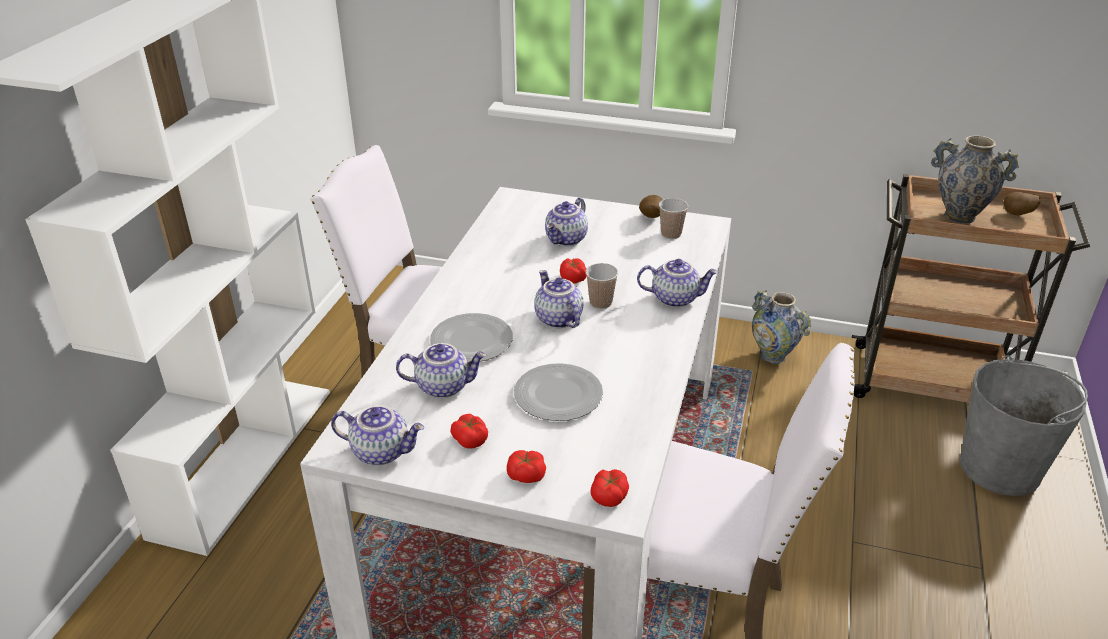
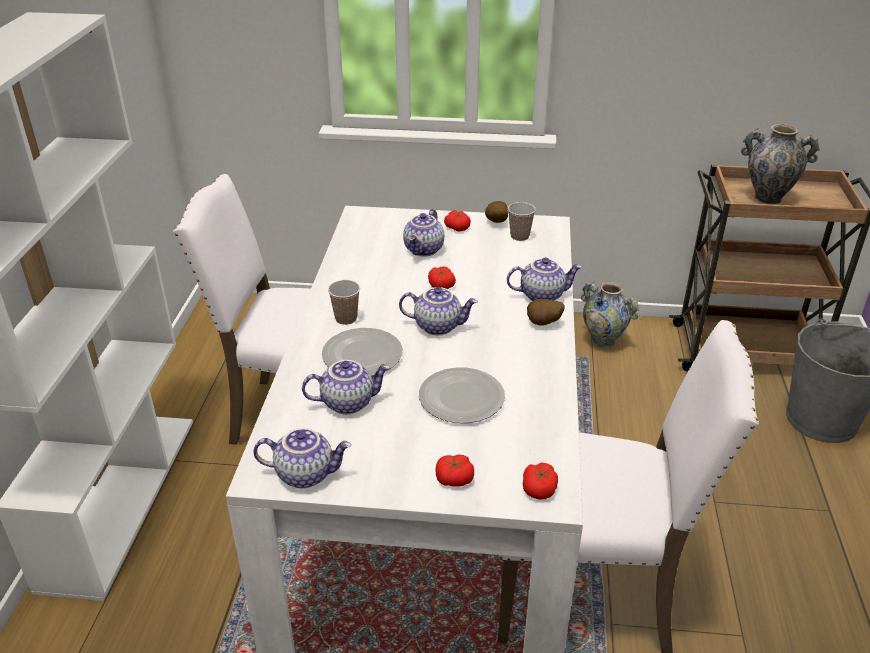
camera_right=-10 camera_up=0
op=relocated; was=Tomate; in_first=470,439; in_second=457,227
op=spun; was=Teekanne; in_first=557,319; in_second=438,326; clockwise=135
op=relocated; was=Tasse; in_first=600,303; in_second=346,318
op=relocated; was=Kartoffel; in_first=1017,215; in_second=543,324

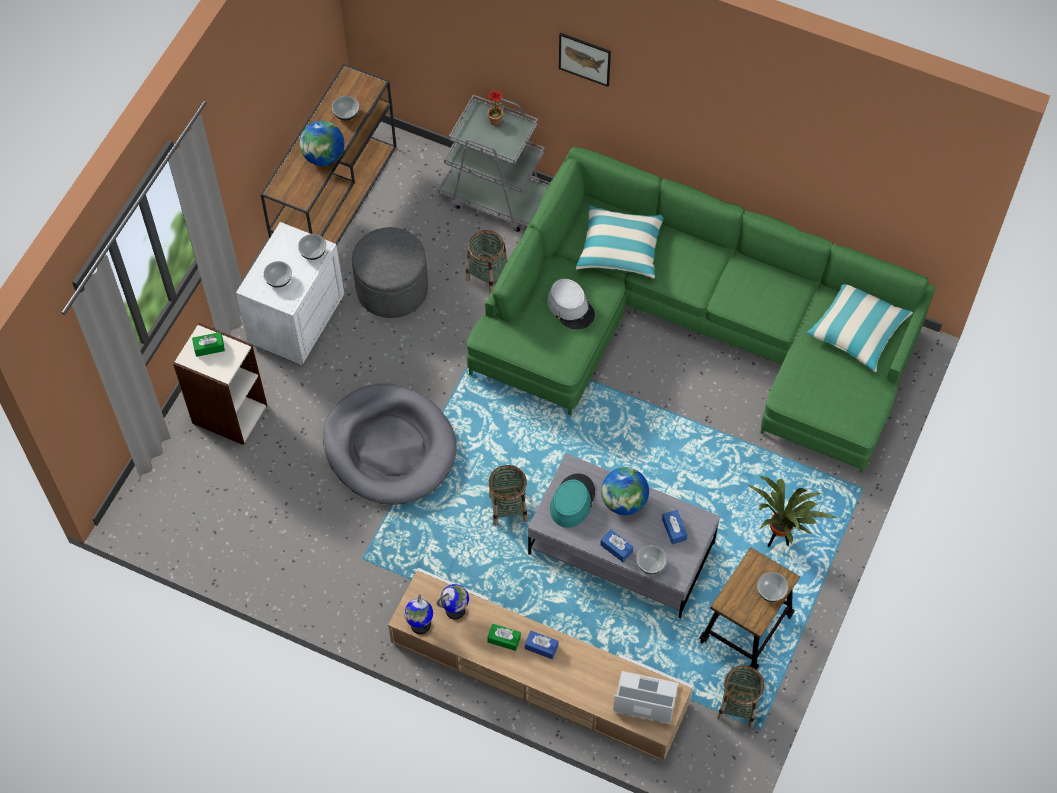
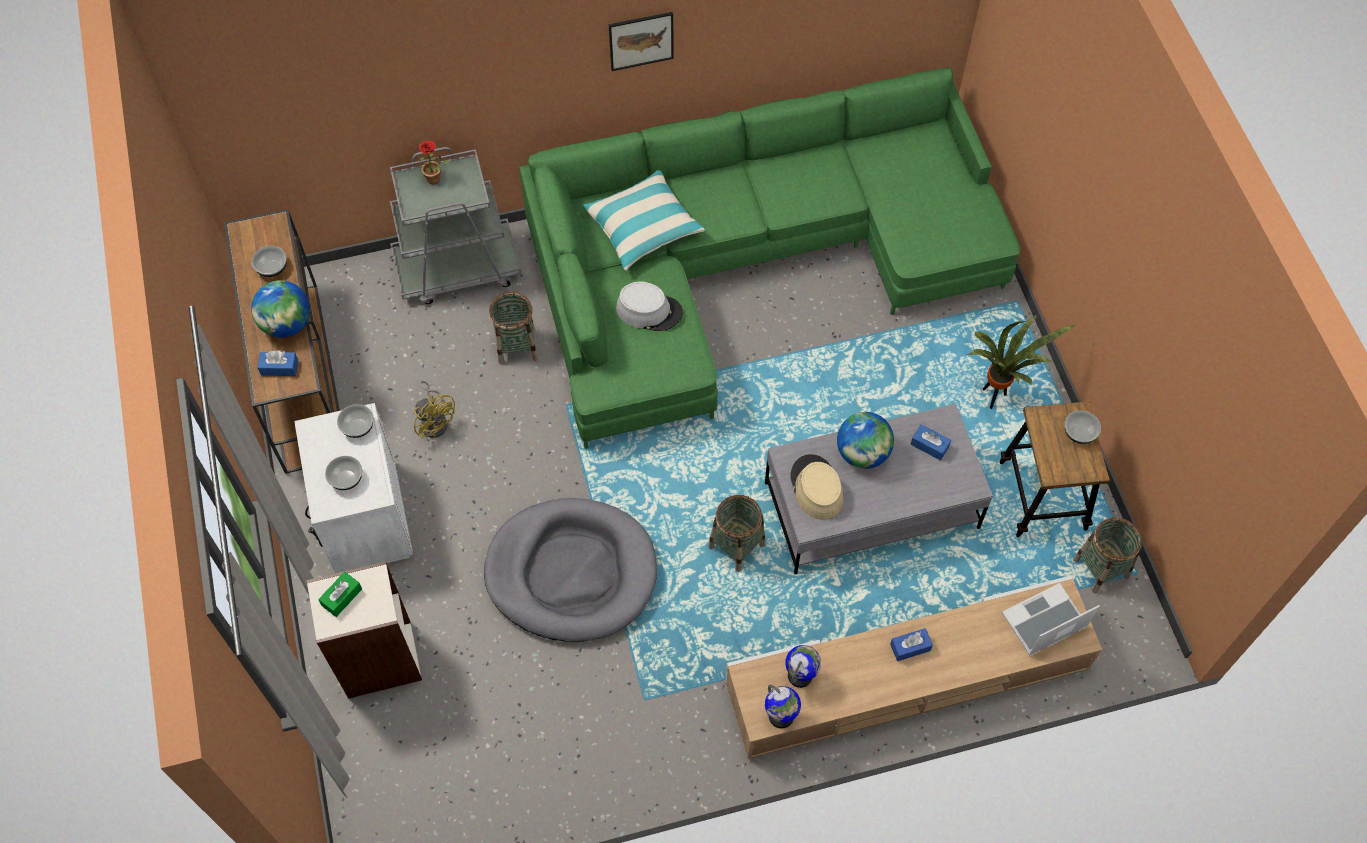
camera_right=-40 camera_up=0
op=exchanged; was=Polsterhocker/grau; now=Ventilator/gelb; in_first=392,288; in_second=435,421
op=missing; was=Taschentuchbox/grün; in_first=504,639
op=colour; was=Hut/türkis; now=Hut/beige; in_first=572,501; in_second=816,488
op=relocated; was=Bild; in_first=584,59; in_second=641,40
op=relocated; was=Taschentuchbox/blau; in_first=616,548; in_second=279,368
op=missing; was=Schüssel; in_first=651,564
op=missing; was=Kissen; in_first=857,330

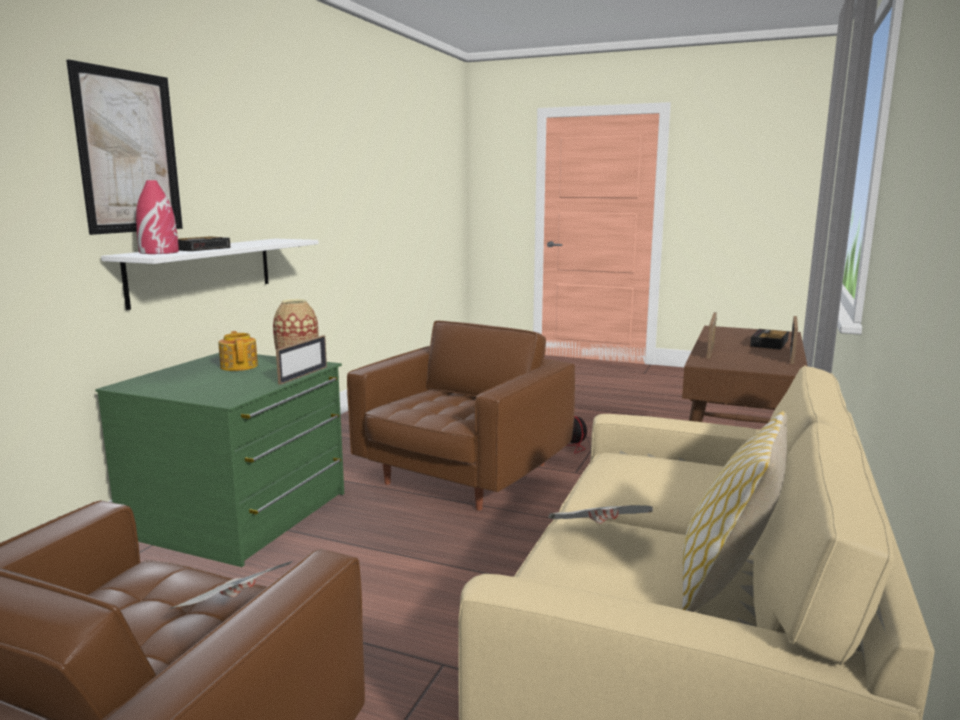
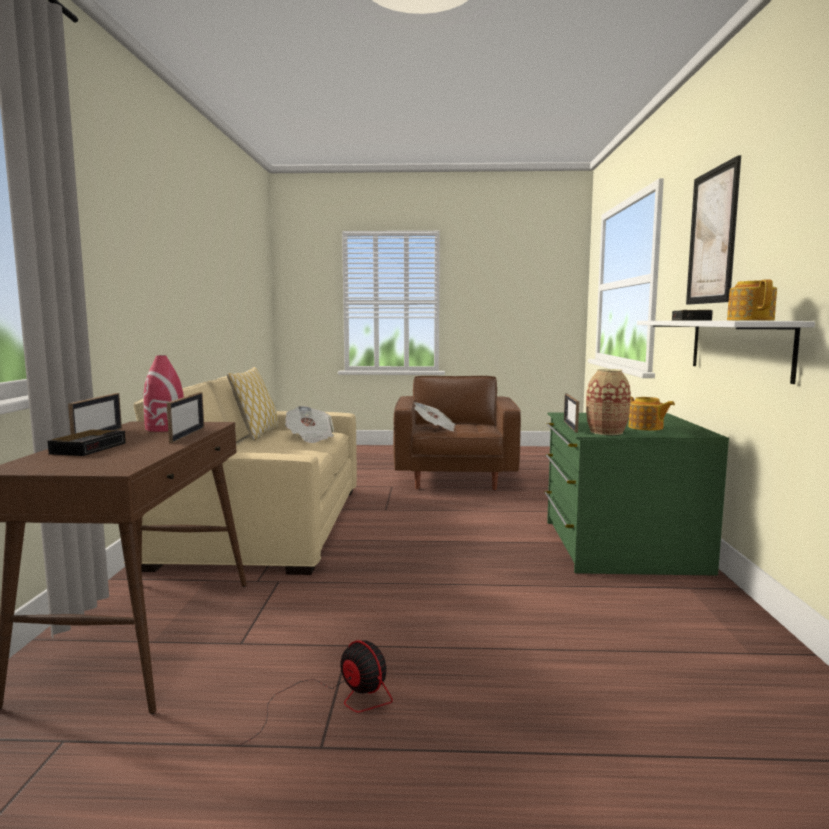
camera_right=160 camera_up=-5
op=relocated; was=Vase/rot; in_first=159,252; in_second=166,428
op=missing; was=Sessel/braun; in_first=463,476
op=appeared; now=Teekanne; in_second=750,320

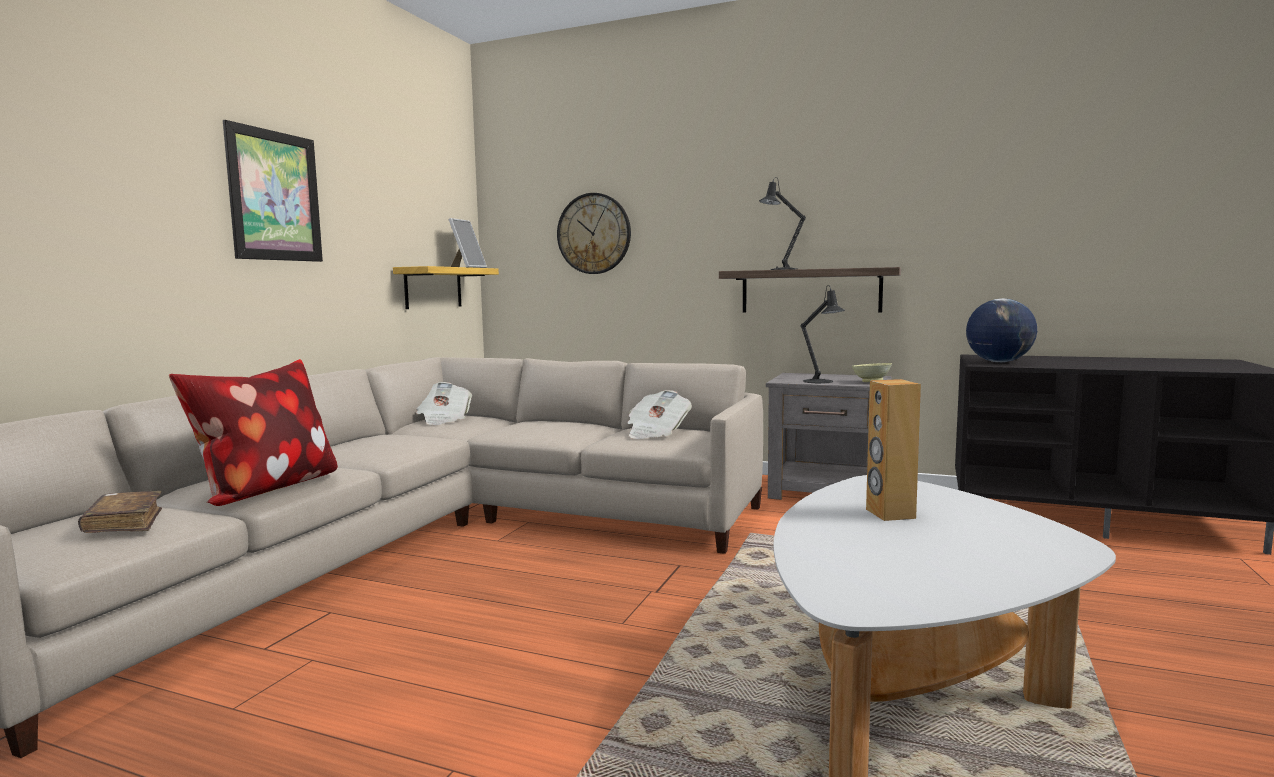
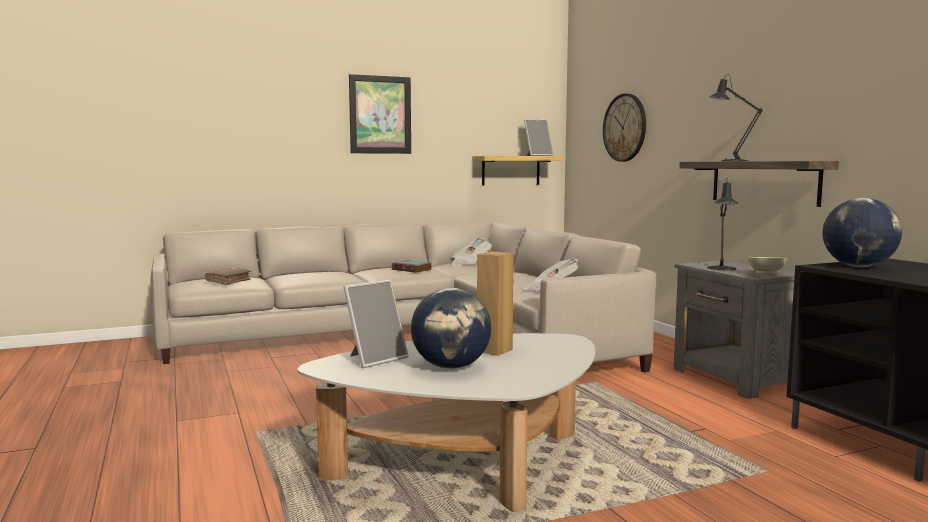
camera_right=45 camera_up=0
op=missing; was=Kissen; in_first=266,490
op=appeared; now=Bilderrahmen; in_second=375,359
op=appeared; now=Buch; in_second=412,269
op=appeared; now=Globus; in_second=451,367

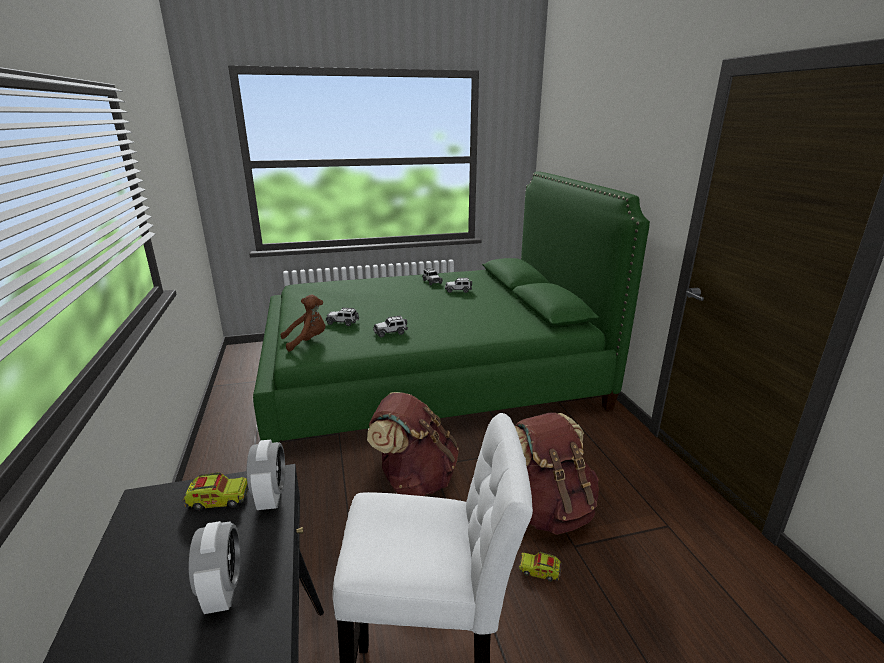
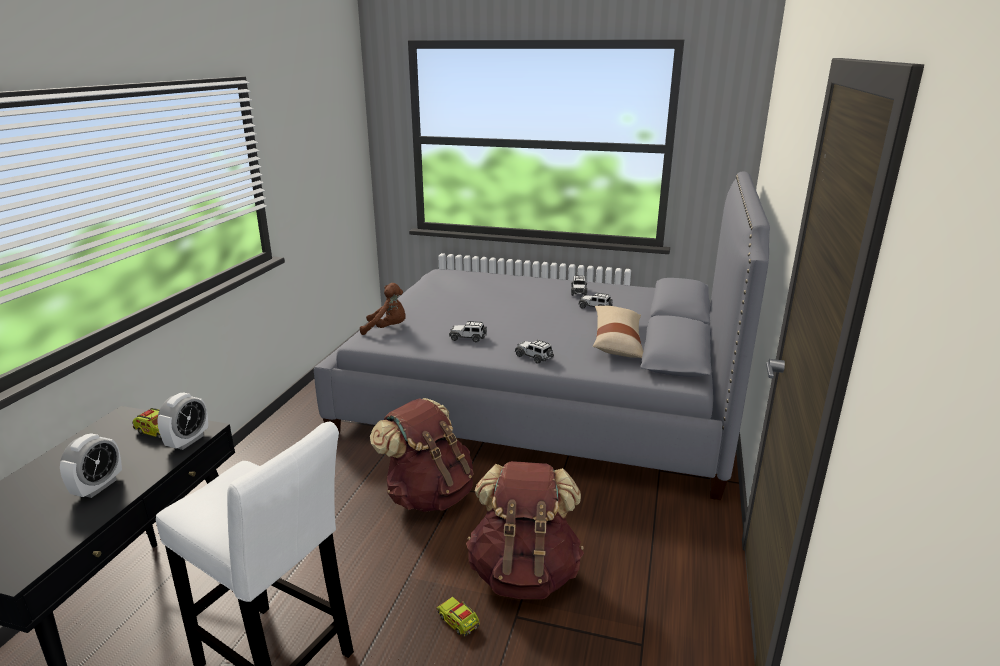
camera_right=30 camera_up=0
op=colour; was=Bett/grün; now=Bett/grau; in_first=429,374; in_second=542,397
op=relocated; was=Spielzeugauto; in_first=342,322; in_second=534,357
op=appeared; now=Kissen/beige; in_second=617,341

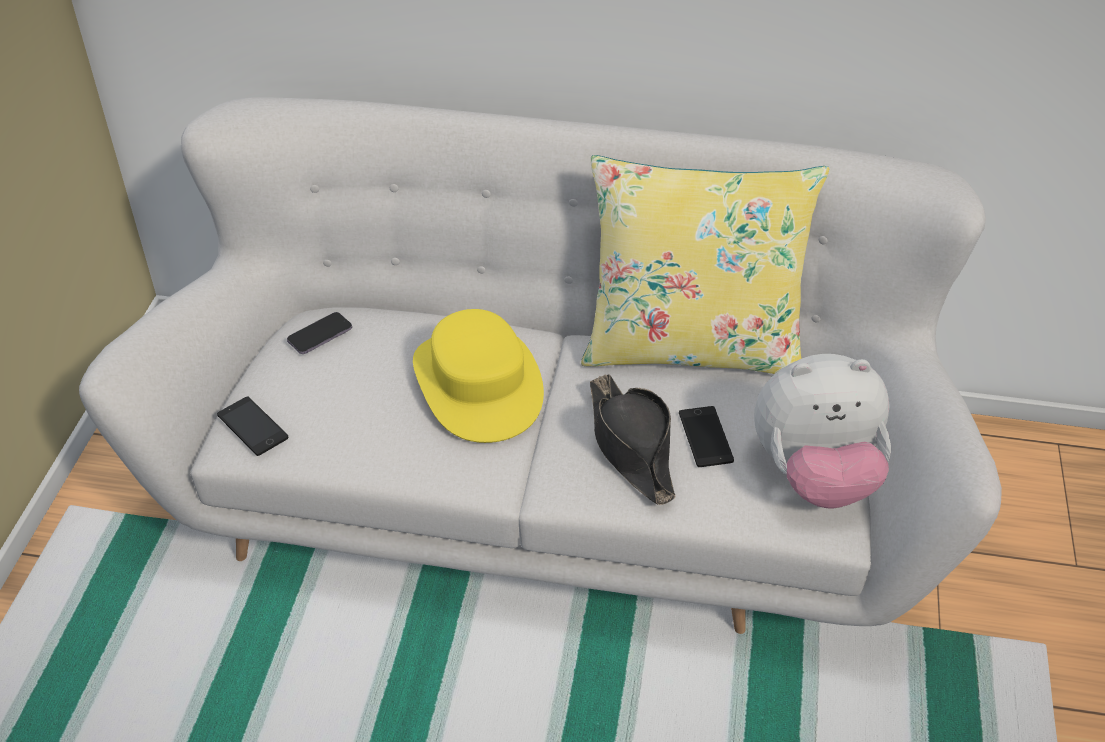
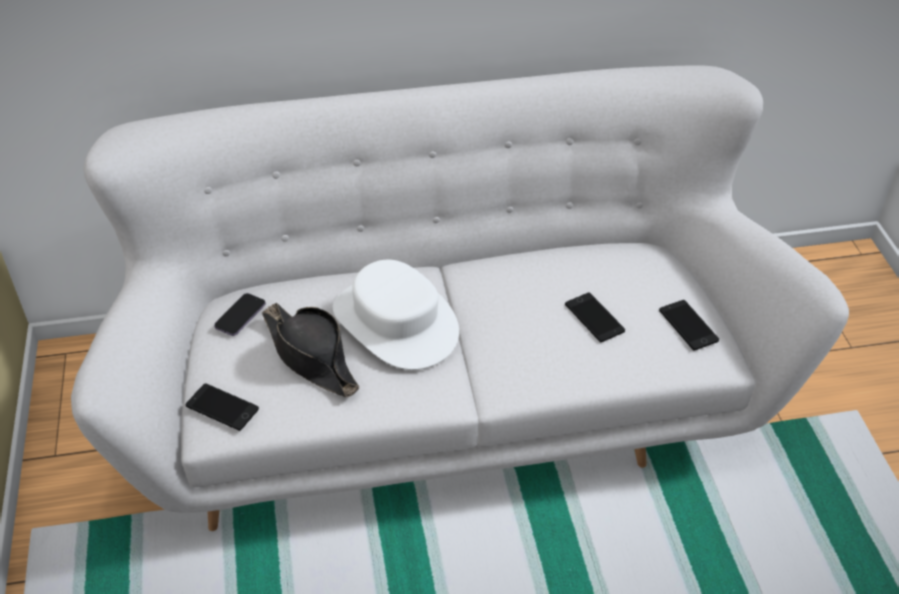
camera_right=-20 camera_up=0
op=colour; was=Hut/gelb; now=Hut/weiß; in_first=478,384; in_second=396,322
op=missing; was=Kissen/gelb; in_first=692,346
op=relocated; was=Hut/schwarz; in_first=631,446; in_second=311,357
op=exchanged; was=Plüschtier; now=Handy; in_first=815,476; in_second=688,325

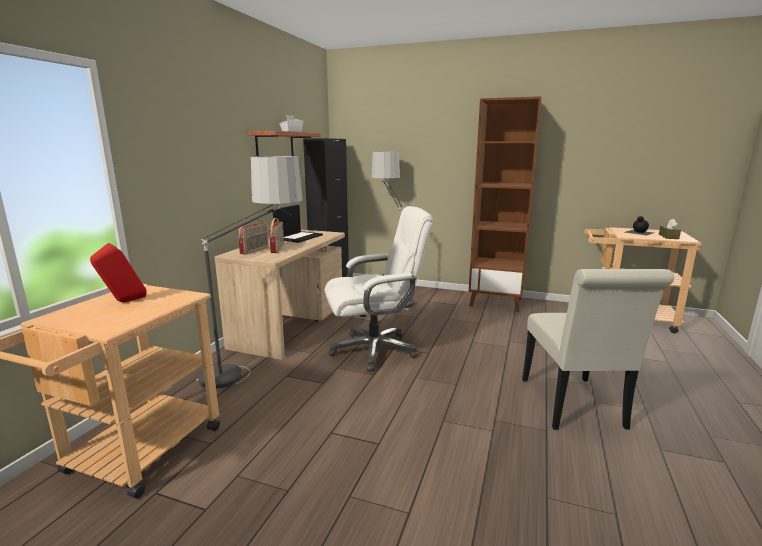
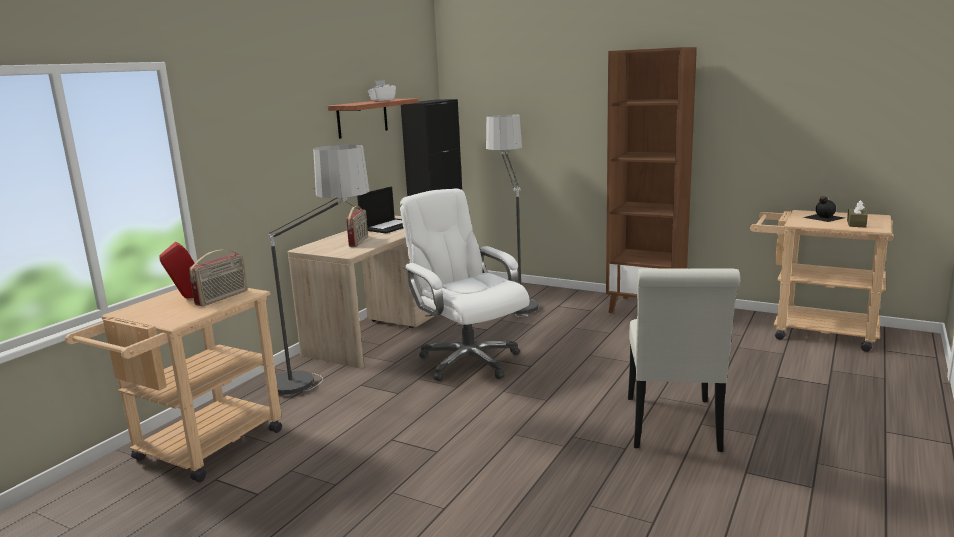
camera_right=10 camera_up=0
op=relocated; was=Radio; in_first=255,250; in_second=222,298
op=spun; was=Bürostuhl/weiß; in_first=375,350; in_second=468,361; clockwise=-120

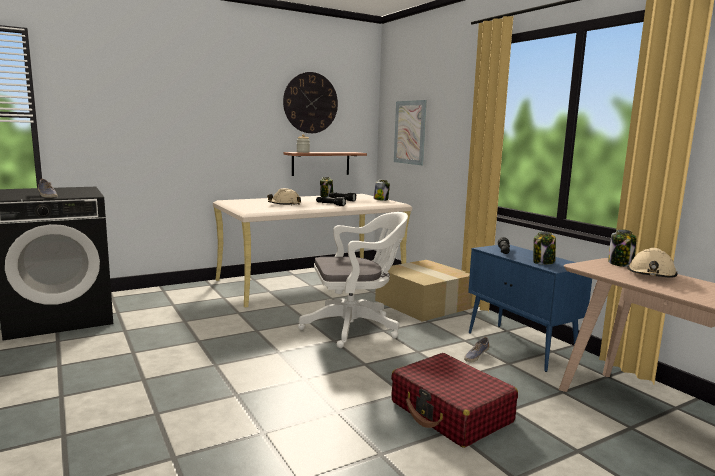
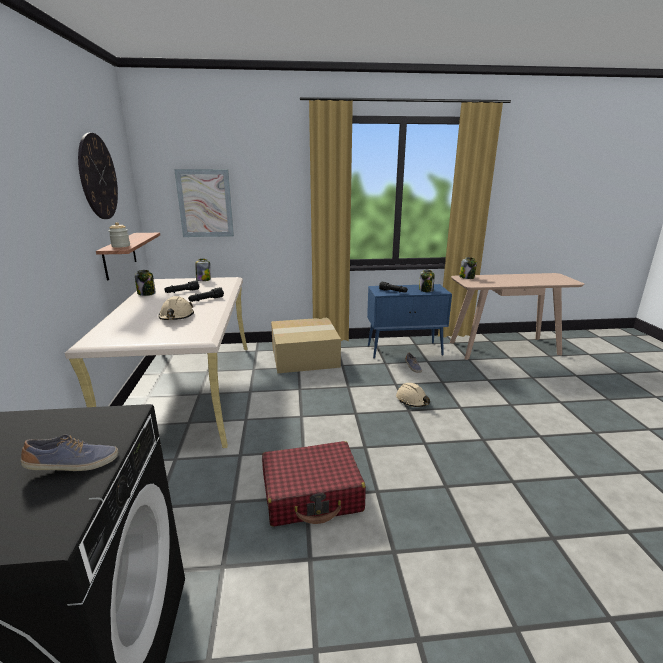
camera_right=-65 camera_up=10
op=missing; was=Bürostuhl/weiß; in_first=355,328
op=relocated; was=Koffer/rot; in_first=451,412; in_second=312,494
op=relocated; was=Schutzhelm/beige; in_first=651,275; in_second=412,400

